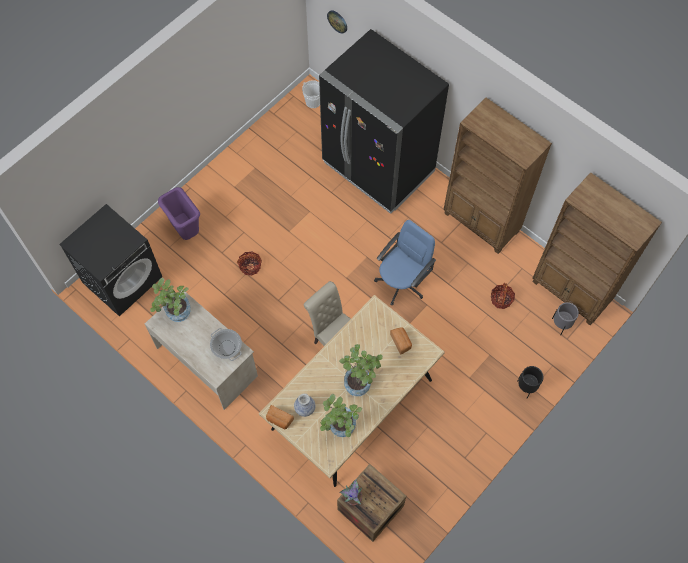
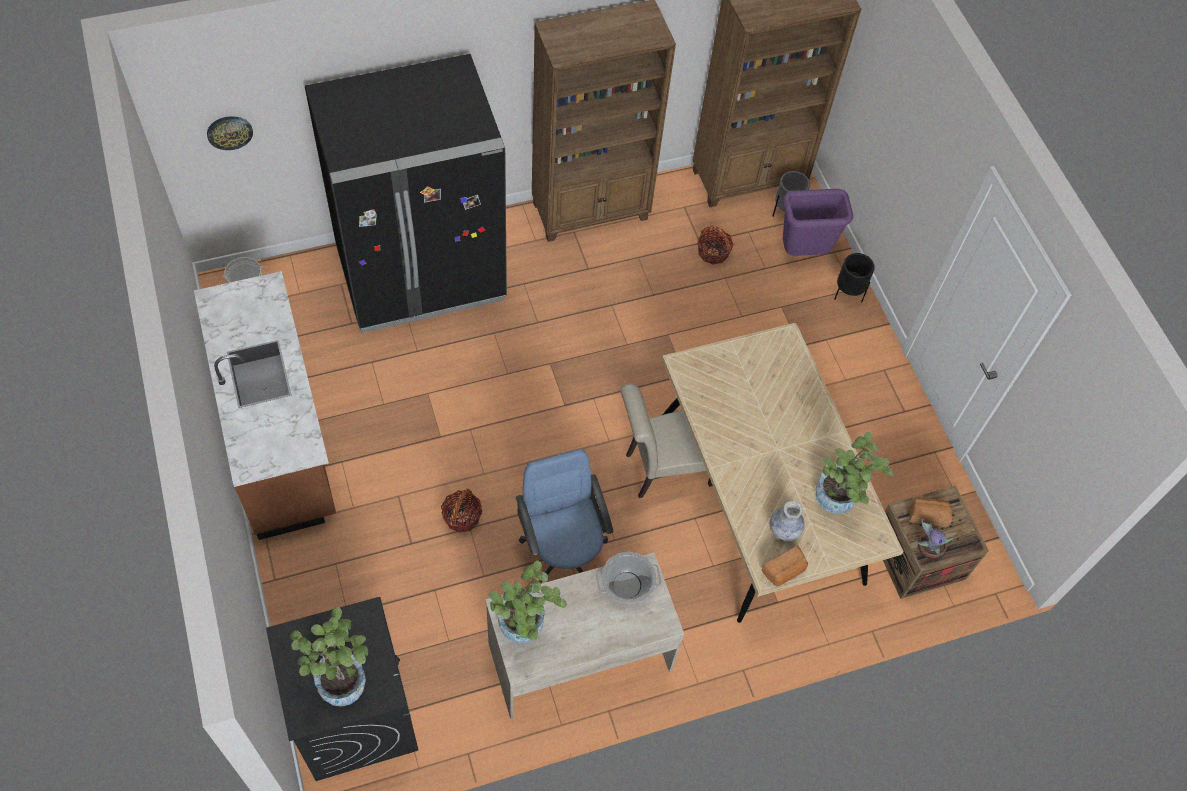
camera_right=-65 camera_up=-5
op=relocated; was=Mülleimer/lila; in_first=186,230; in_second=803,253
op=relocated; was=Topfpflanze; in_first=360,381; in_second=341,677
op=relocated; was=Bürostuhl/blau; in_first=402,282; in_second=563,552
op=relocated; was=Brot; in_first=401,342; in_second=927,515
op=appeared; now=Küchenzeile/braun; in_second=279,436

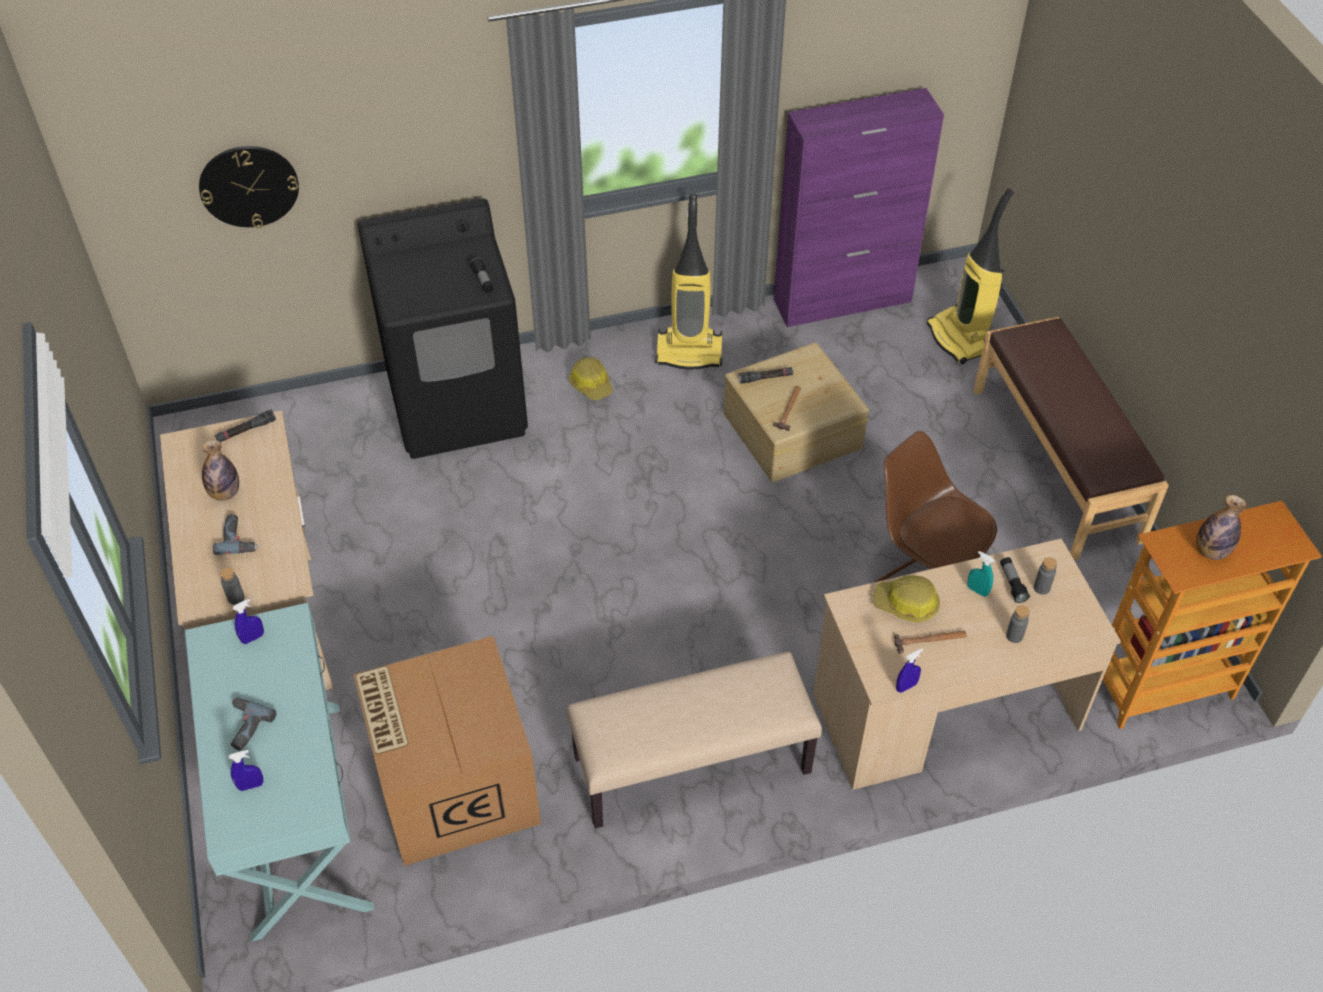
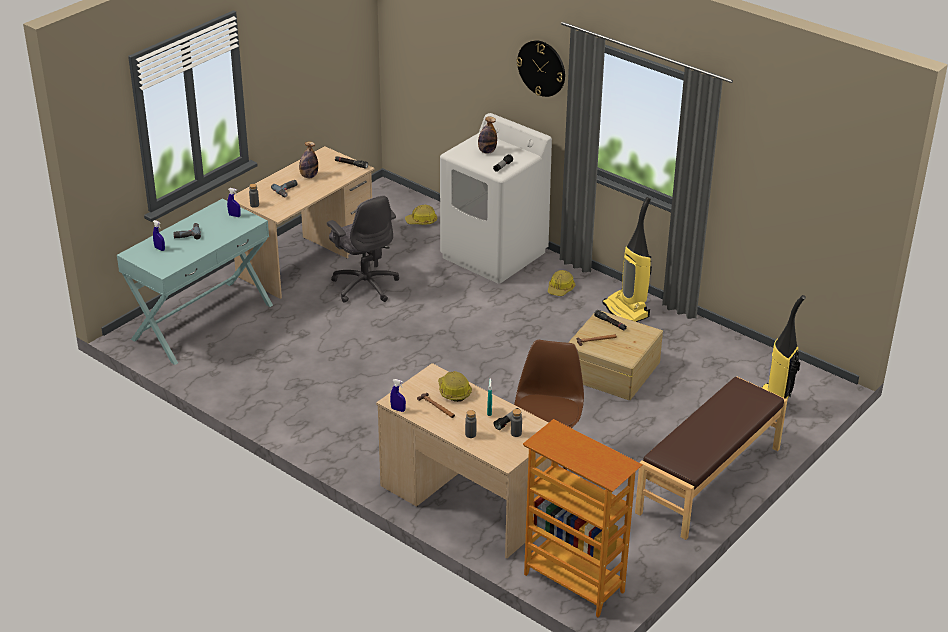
camera_right=55 camera_up=-15
op=relocated; was=Wanduhr; in_first=249,186; in_second=541,68
op=missing; was=Karton; in_first=453,784
op=colour; was=Waschmaschine/schwarz; now=Waschmaschine/weiß; in_first=458,405; in_second=494,255
op=missing; was=Bank/beige; in_first=691,766
op=missing; was=Schrank/lila; in_first=843,300
op=relocated; was=Flasche; in_first=1211,551; in_second=487,151
op=appeared; now=Bürostuhl/grau; in_second=365,285
op=appeared; now=Schutzhelm; in_second=421,221

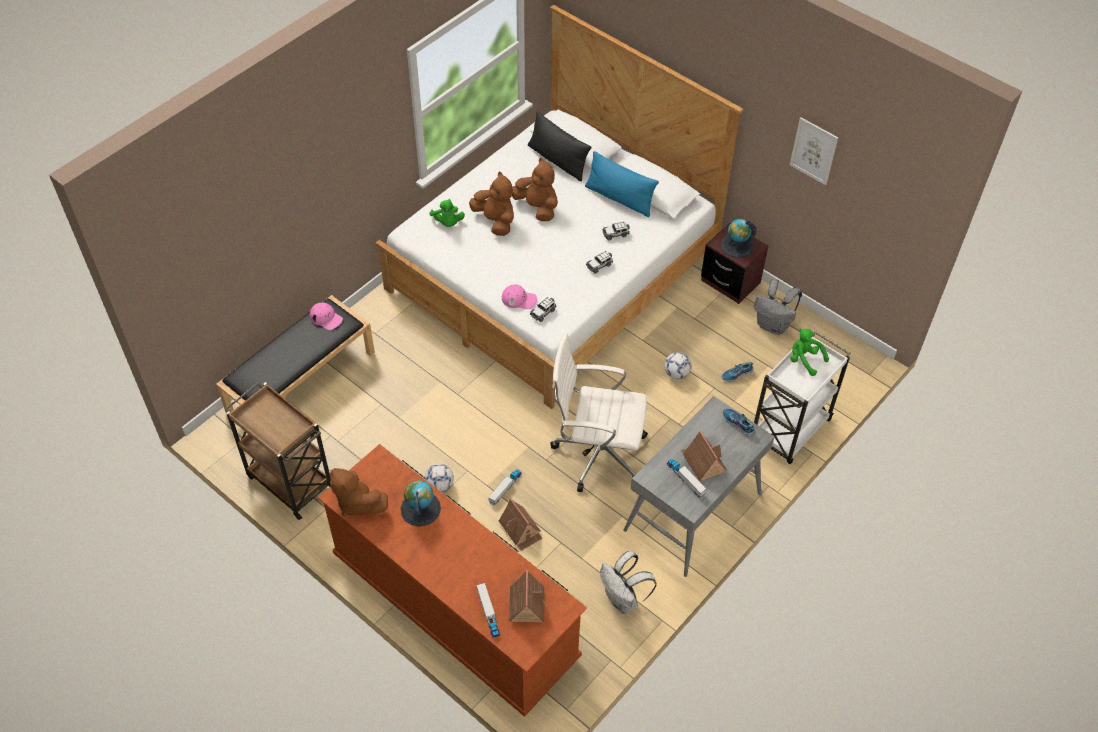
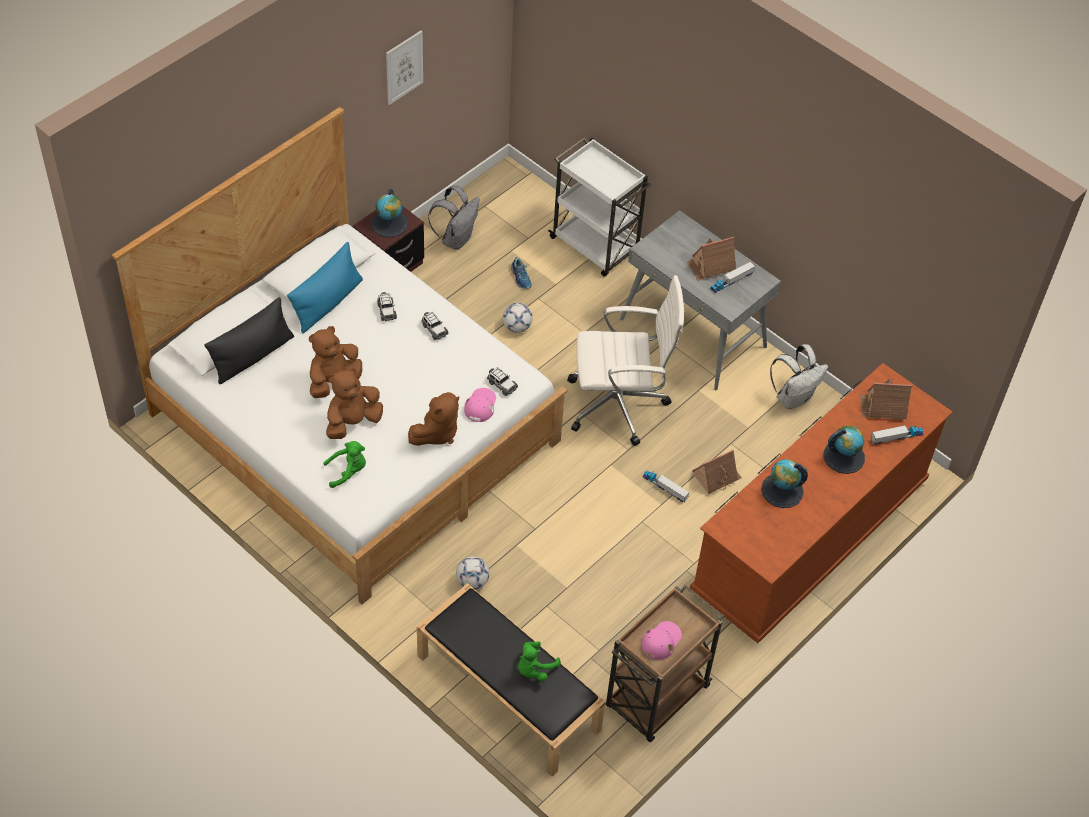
camera_right=-90 camera_up=0
op=relocated; was=Kappe/rosa; in_first=326,318; in_second=661,641
op=relocated; was=Plüschtier/braun; in_first=357,502; in_second=437,433
op=relocated; was=Fußball; in_first=439,486; in_second=472,582
op=spun; was=Bürostuhl/weiß; in_first=597,452; in_second=619,404; clockwise=-105
op=missing; was=Schuh; in_first=738,424
op=relocated; was=Plüschtier/grün; in_first=804,360; in_second=534,669
op=appeared; now=Globus; in_second=844,456

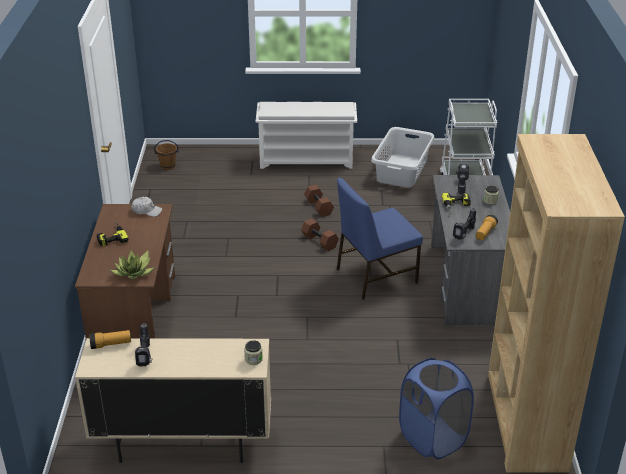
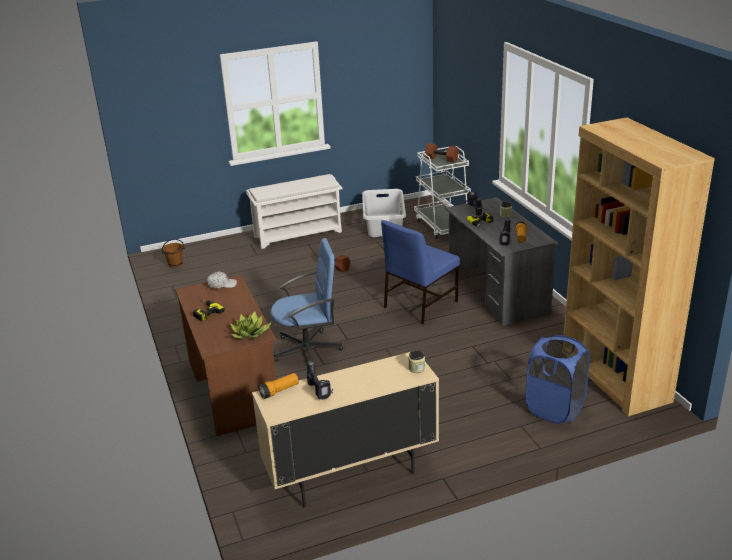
camera_right=-20 camera_up=-5
op=relocated; was=Hantel/braun; in_first=320,241; in_second=442,159
op=appeared; now=Bürostuhl/blau; in_second=308,349

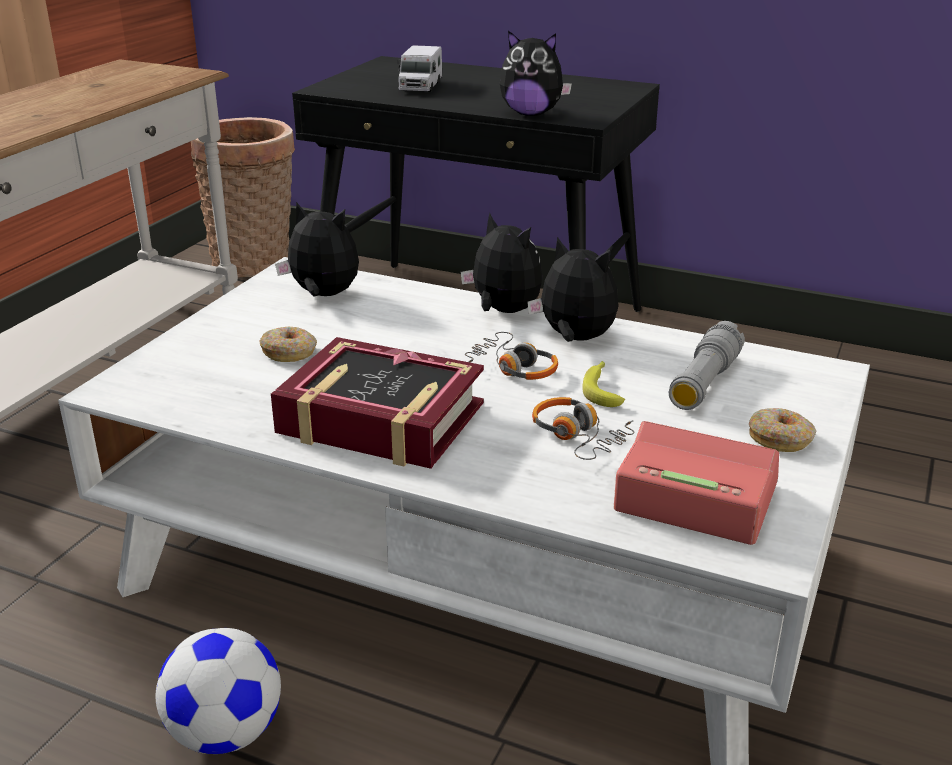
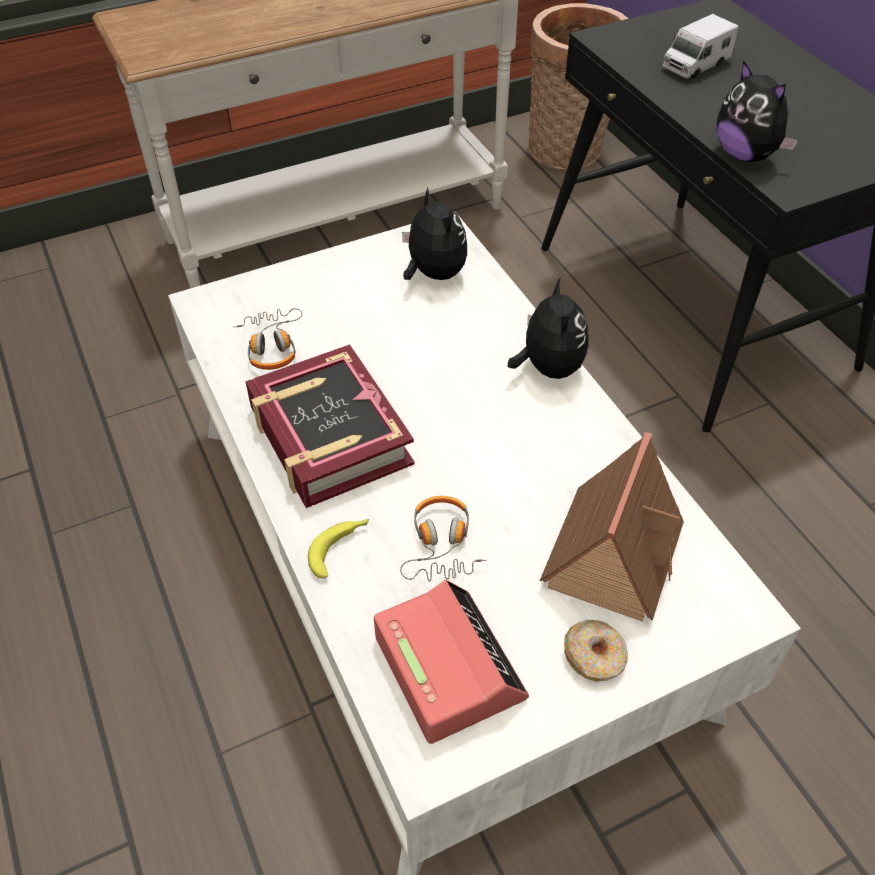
camera_right=40 camera_up=20
op=missing; was=Fußball; in_first=226,734
op=missing; was=Donut; in_first=290,352
op=relocated; was=Kopfhörer; in_first=513,367; in_second=272,346
op=missing; was=Plüschtier; in_first=574,339
op=relocated; was=Banane; in_first=603,389; in_second=340,548
op=exchanged; was=Taschenlampe/grau; now=Spielzeughaus; in_first=704,382; in_second=613,551

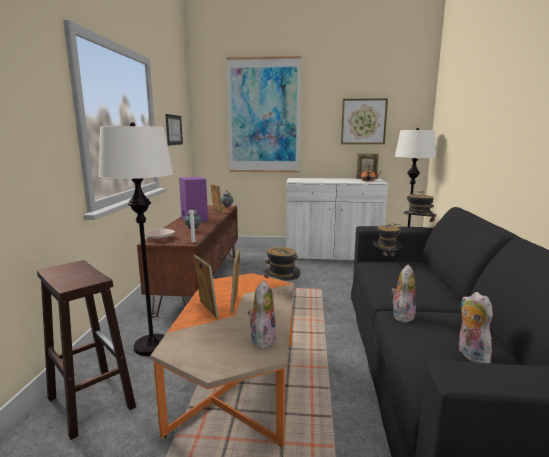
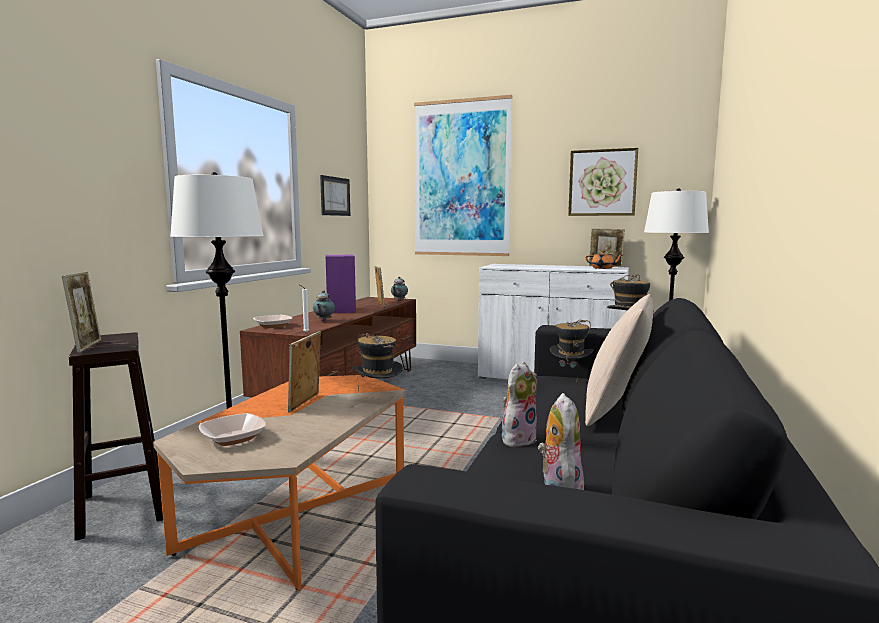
camera_right=15 camera_up=-5
op=relocated; was=Bilderrahmen; in_first=206,309; in_second=86,346
op=missing; was=Plüschtier; in_first=262,339
op=appeared; now=Schüssel; in_second=233,438
op=appeared; now=Kissen/beige; in_second=616,410

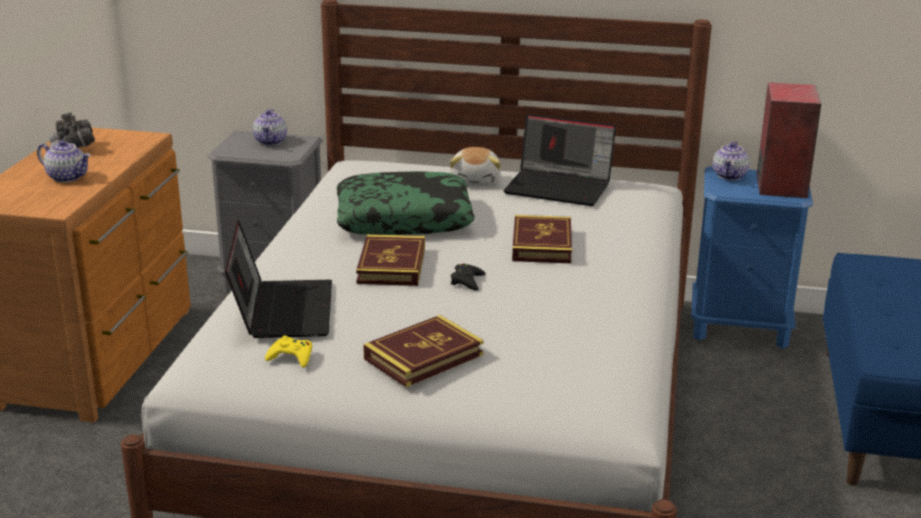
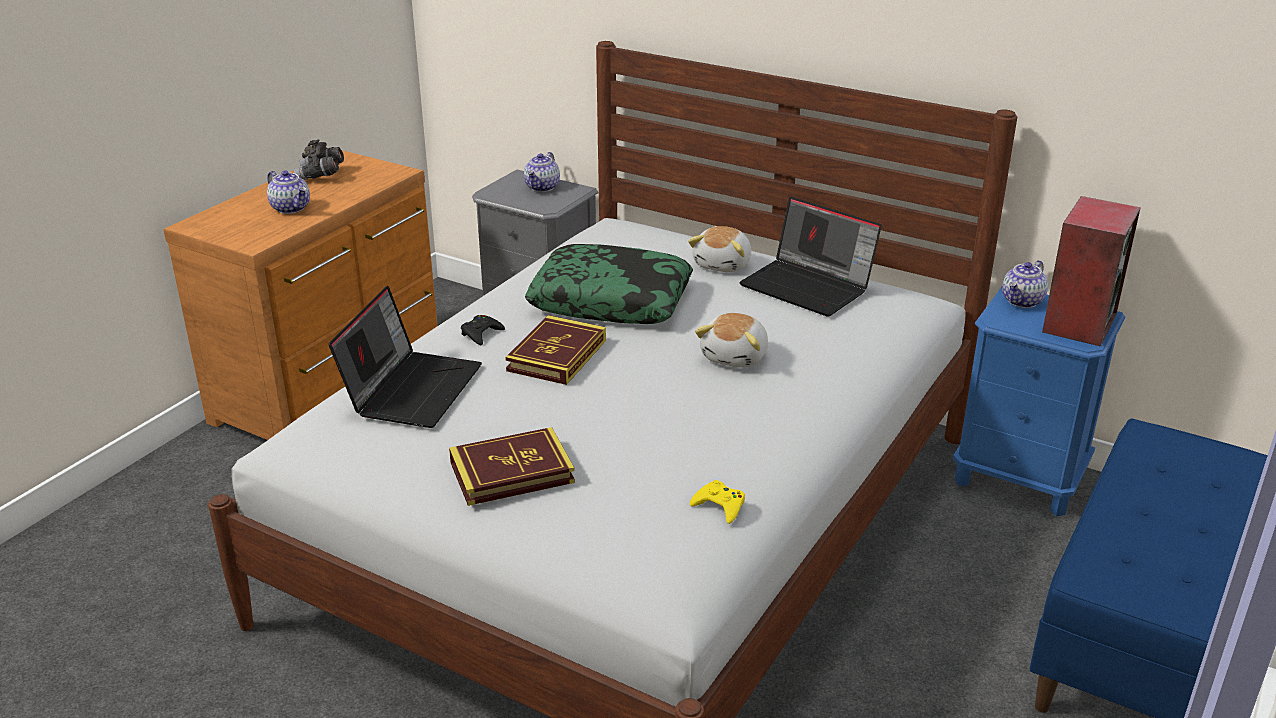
camera_right=20 camera_up=5
op=relocated; was=Gamepad/gelb; in_first=291,356; in_second=720,506
op=relocated; was=Gamepad/schwarz; in_first=467,281; in_second=481,334
op=exchanged; was=Buch; now=Plüschtier; in_first=542,244; in_second=736,356

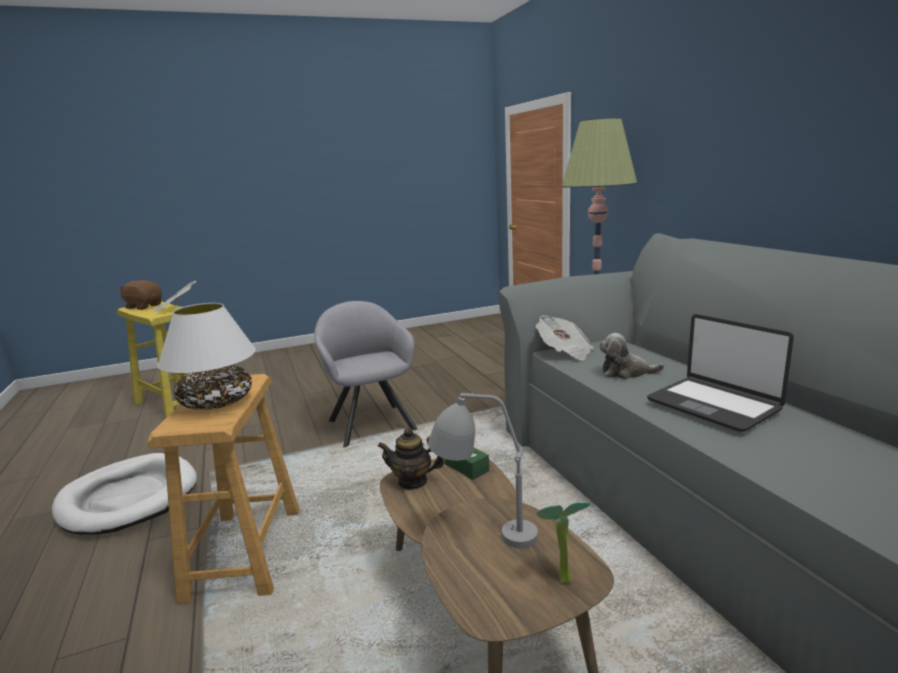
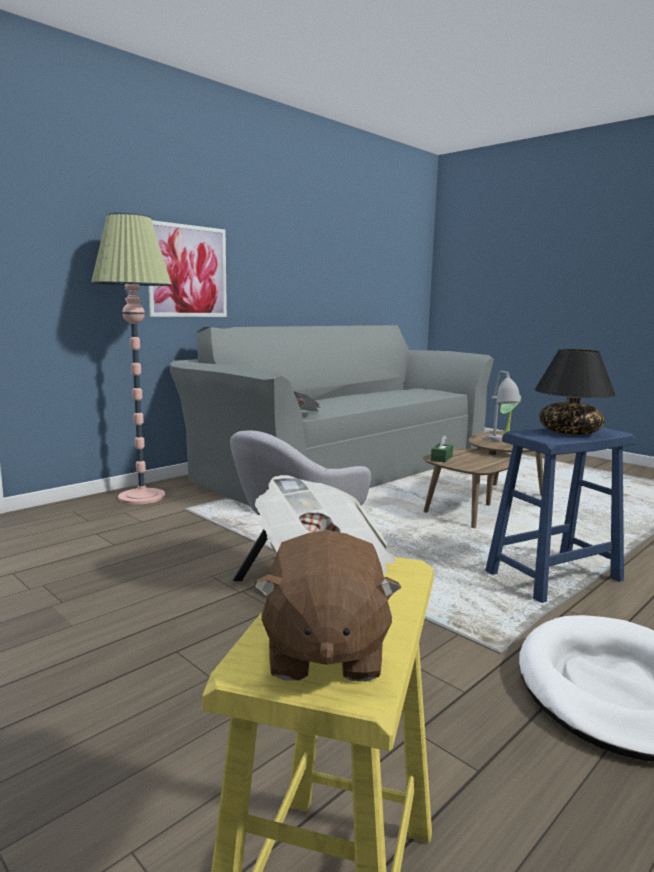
camera_right=-115 camera_up=-5
op=colour; was=Hocker/beige; now=Hocker/blau; in_first=245,551; in_second=552,576
op=colour; was=Tischlampe/weiß; now=Tischlampe/schwarz; in_first=216,402; in_second=569,432
op=missing; was=Teekanne; in_first=412,481
op=missing; was=Plüschtier; in_first=626,372
op=missing; was=Laptop; in_first=714,404
op=appeared; now=Bild; in_second=188,271

